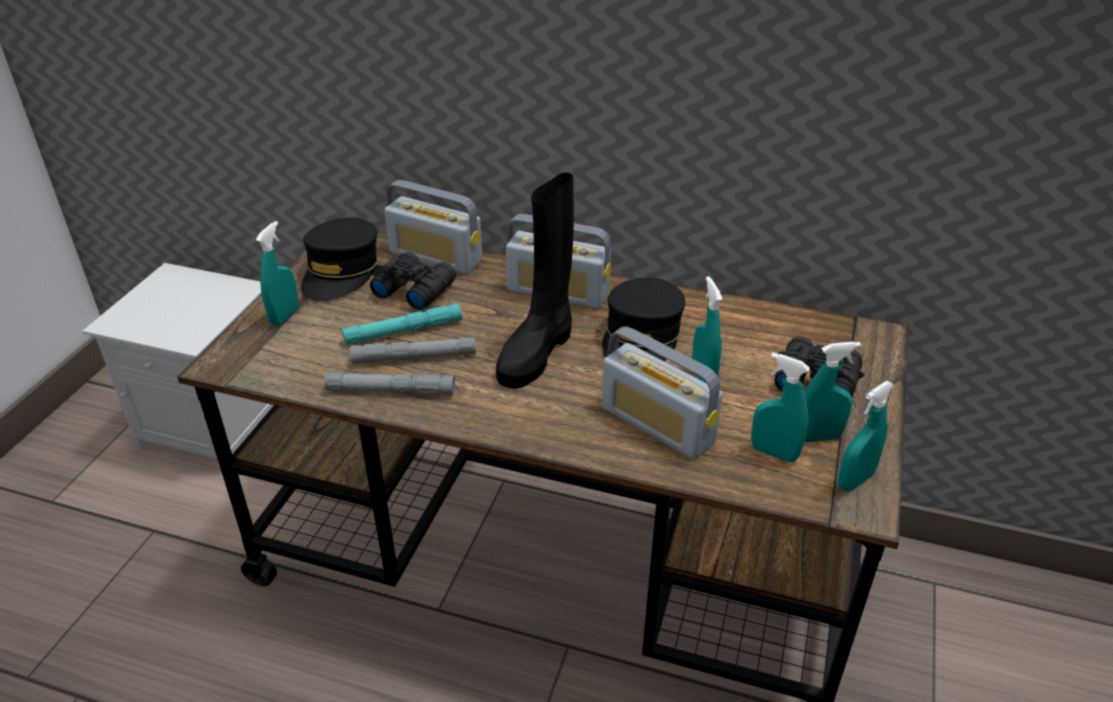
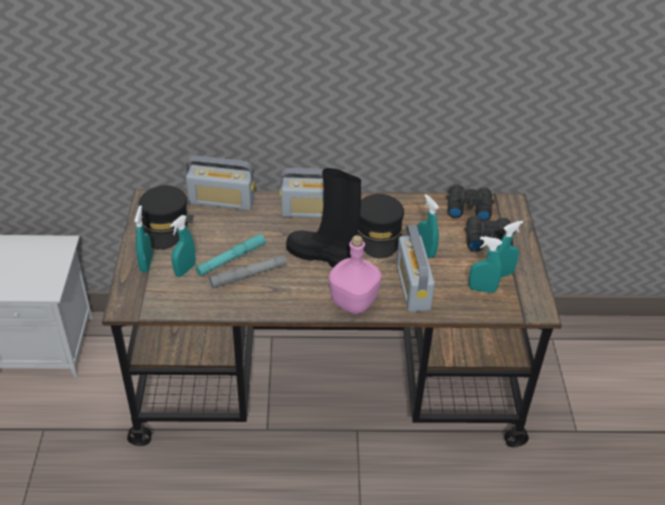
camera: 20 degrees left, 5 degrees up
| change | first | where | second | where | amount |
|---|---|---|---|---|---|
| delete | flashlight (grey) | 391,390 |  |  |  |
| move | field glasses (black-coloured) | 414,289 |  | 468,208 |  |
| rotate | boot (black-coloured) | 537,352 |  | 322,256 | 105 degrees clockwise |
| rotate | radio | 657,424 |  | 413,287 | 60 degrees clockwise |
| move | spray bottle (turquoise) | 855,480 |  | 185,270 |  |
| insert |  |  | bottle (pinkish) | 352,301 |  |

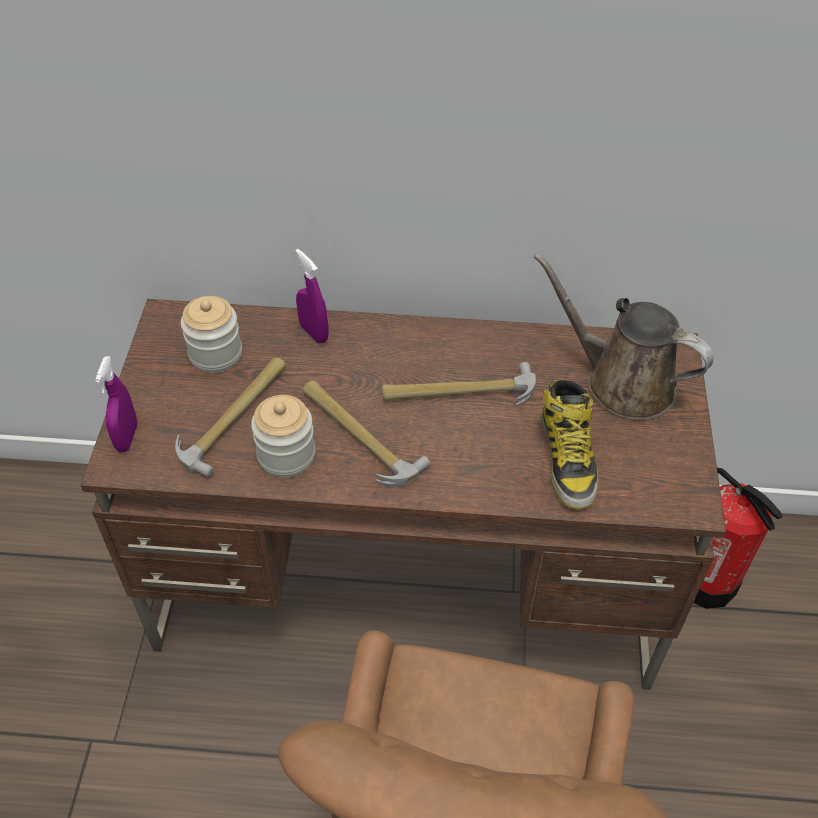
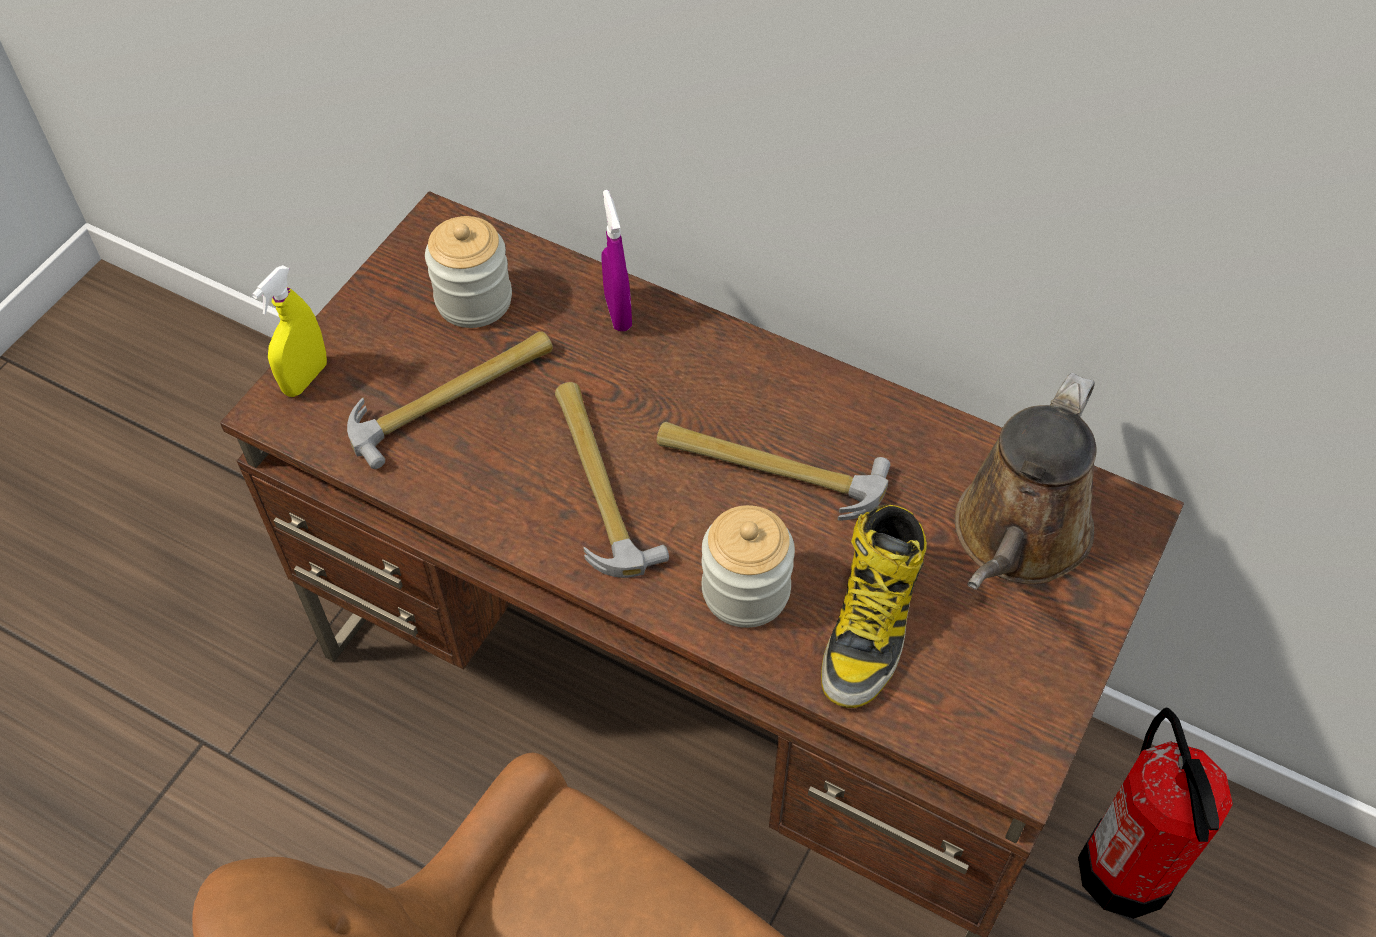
camera: 25 degrees right, 5 degrees up
| change | first | where | second | where | amount |
|---|---|---|---|---|---|
| recolor | spray bottle (purplish) | 127,437 | spray bottle (yellowish) | 305,378 |  |
| move | jar | 286,455 |  | 745,591 |  |
| rotate | watering can (brownish) | 621,382 |  | 1017,538 | 120 degrees counterclockwise |

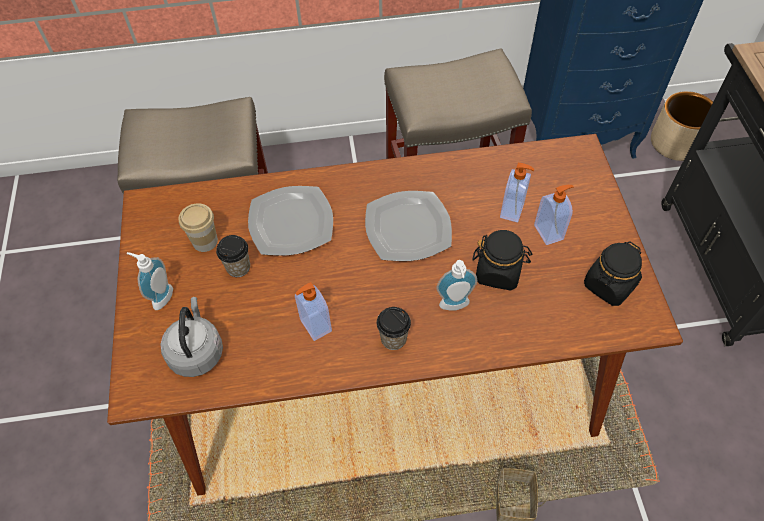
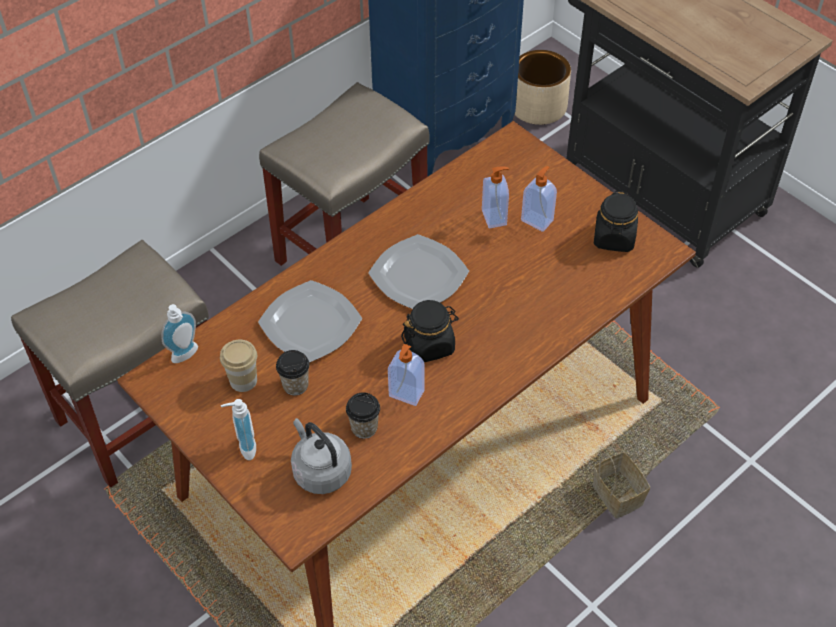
camera: 35 degrees left, 5 degrees down
| change | first | where | second | where | amount |
|---|---|---|---|---|---|
| move | cup | 393,339 |  | 364,428 |  |
| move | liquid soap bottle | 455,307 |  | 187,356 |  |
| move | jar (black-coloured) | 498,272 |  | 429,345 |  |

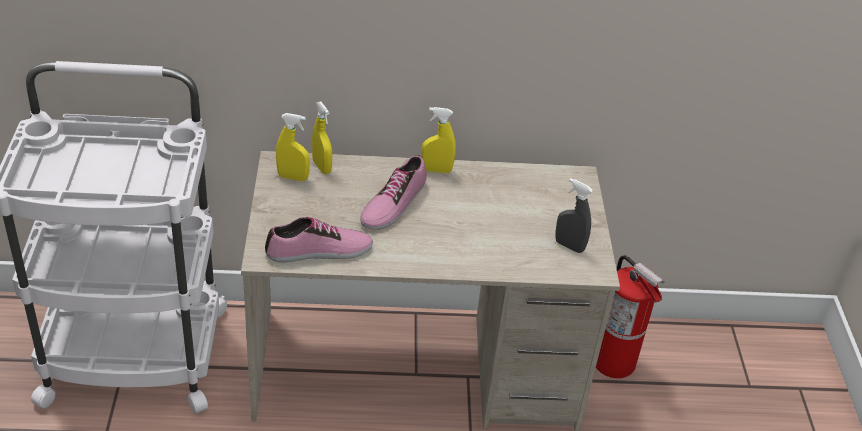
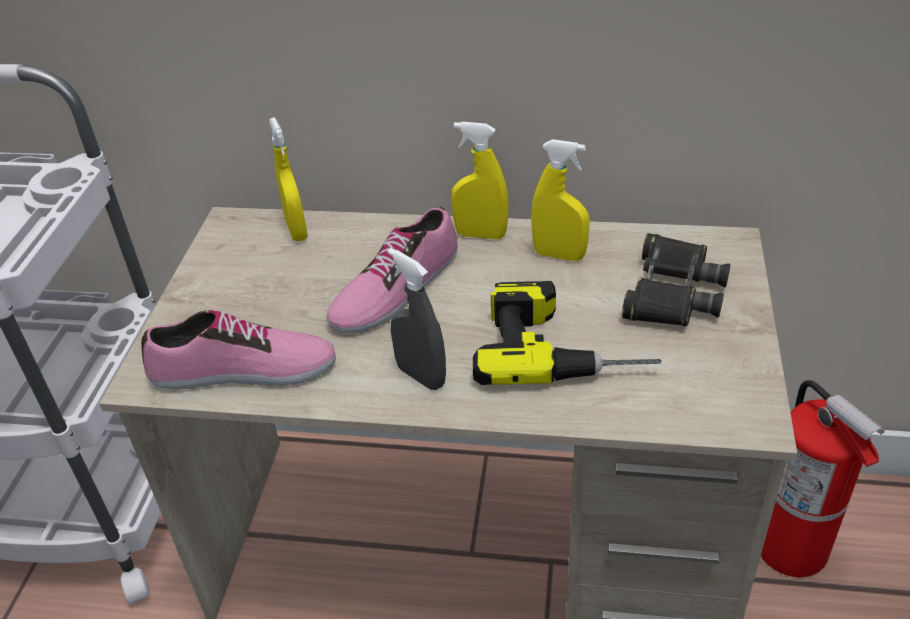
camera: 15 degrees right, 0 degrees up
| change | first | where | second | where | amount |
|---|---|---|---|---|---|
| move | spray bottle (yellowish) | 293,177 |  | 559,255 |  |
| move | spray bottle (grey) | 569,246 |  | 421,376 |  |
| insert |  |  | electric drill | 563,345 |  |
| insert |  |  | field glasses (black-coloured) | 672,292 |  |

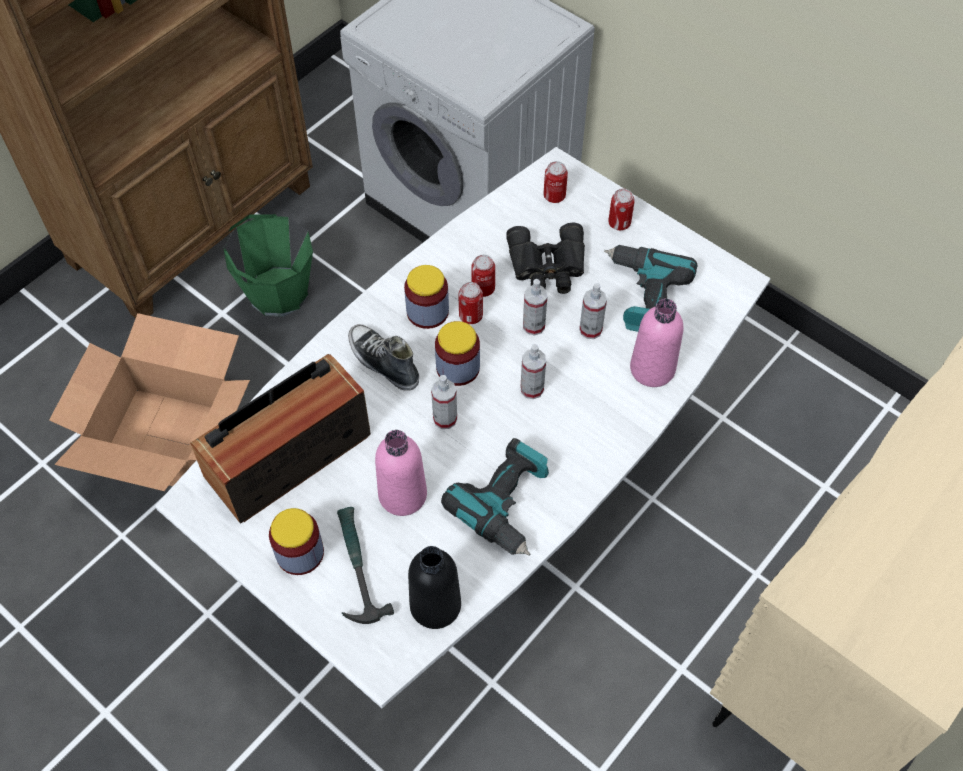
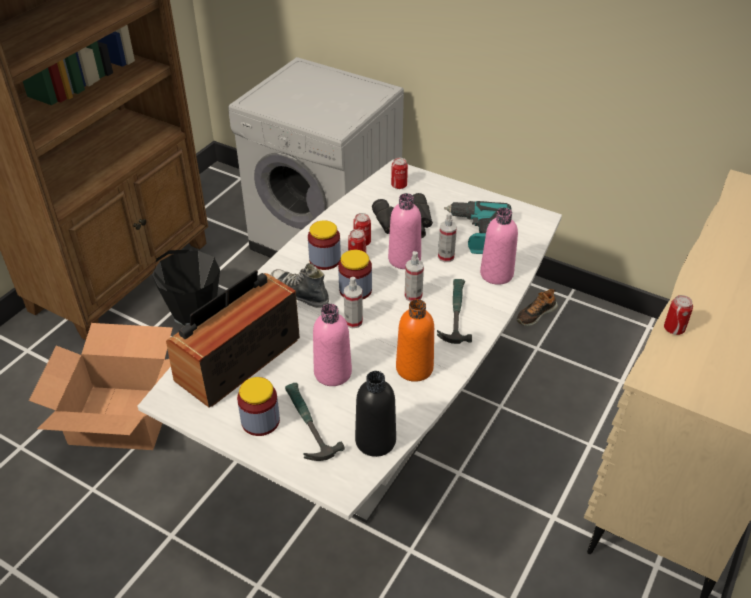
camera: 10 degrees left, 15 degrees down
| change | first | where | second | where | amount |
|---|---|---|---|---|---|
| recolor | water bucket (greenish) | 278,293 | water bucket (black-coloured) | 193,311 |  |
| replace | electric drill | 508,504 | bottle (orange-coloured) | 414,368 |  |
| replace | spray bottle | 533,326 | bottle (pinkish) | 404,259 |  |
| move | metal can | 619,223 |  | 674,329 |  |
| insert |  |  | hand hammer | 455,314 |  |
| insert |  |  | shoe | 535,314 |  |

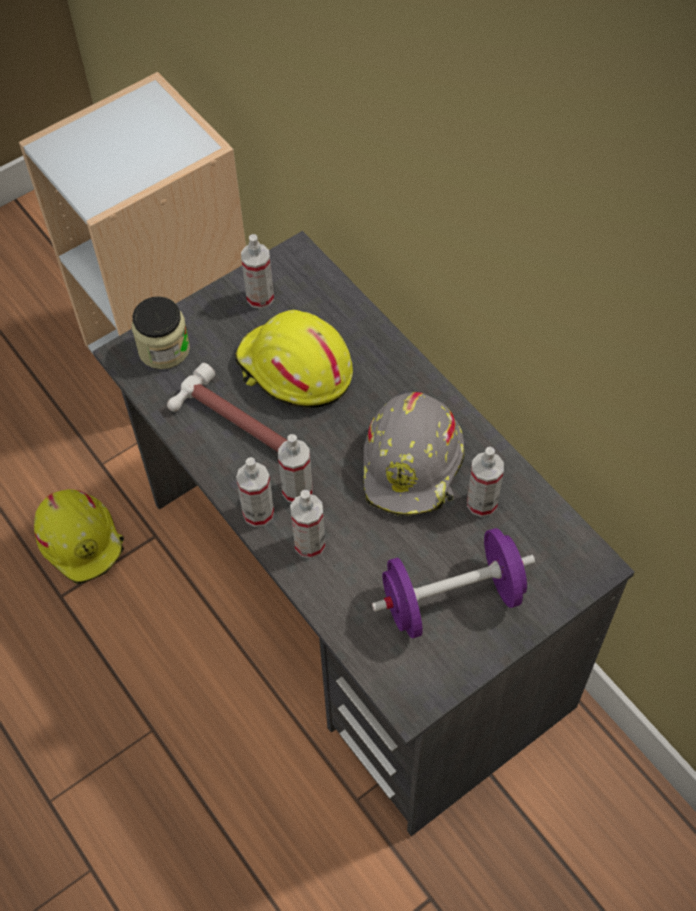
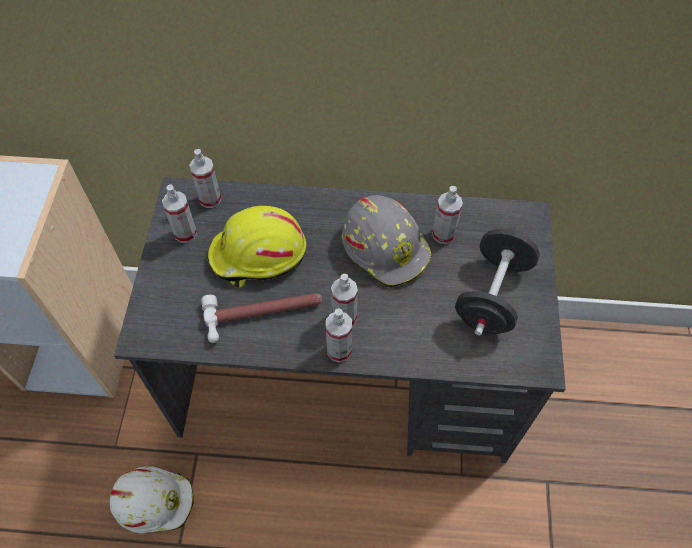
camera: 50 degrees left, 0 degrees up
| change | first | where | second | where | amount |
|---|---|---|---|---|---|
| recolor | safety helmet (yellowish) | 81,540 | safety helmet (white) | 154,500 |  |
| delete | jar | 164,349 |  |  |  |
| move | spray bottle | 309,544 |  | 210,199 |  |
| recolor | hand weight (purplish) | 451,599 | hand weight (black-coloured) | 492,295 |  |

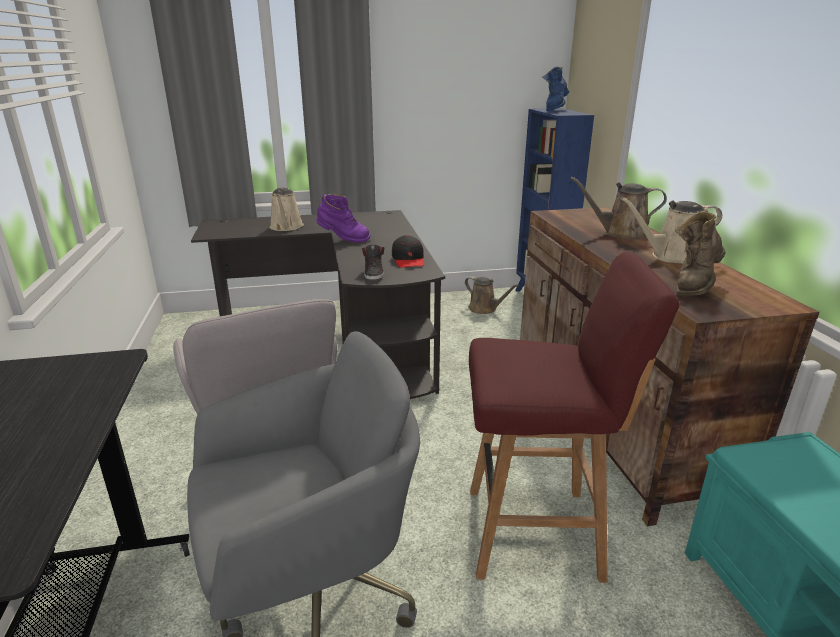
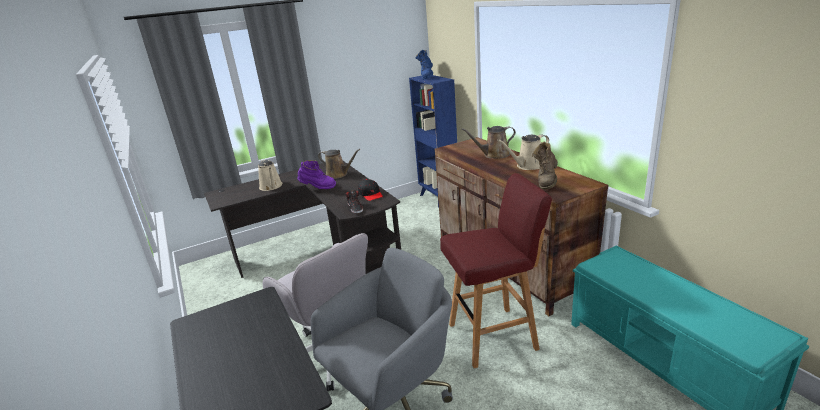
camera: 15 degrees left, 0 degrees up
| change | first | where | second | where | amount |
|---|---|---|---|---|---|
| move | watering can (brownish) | 485,309 |  | 338,174 |  |

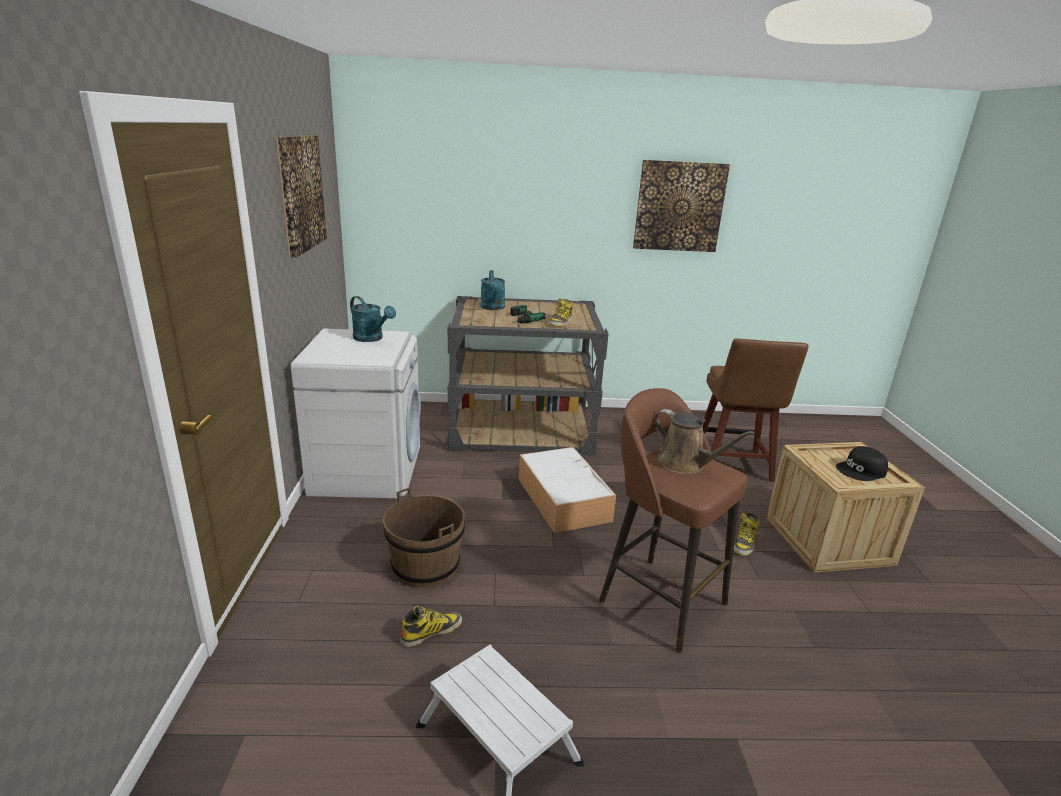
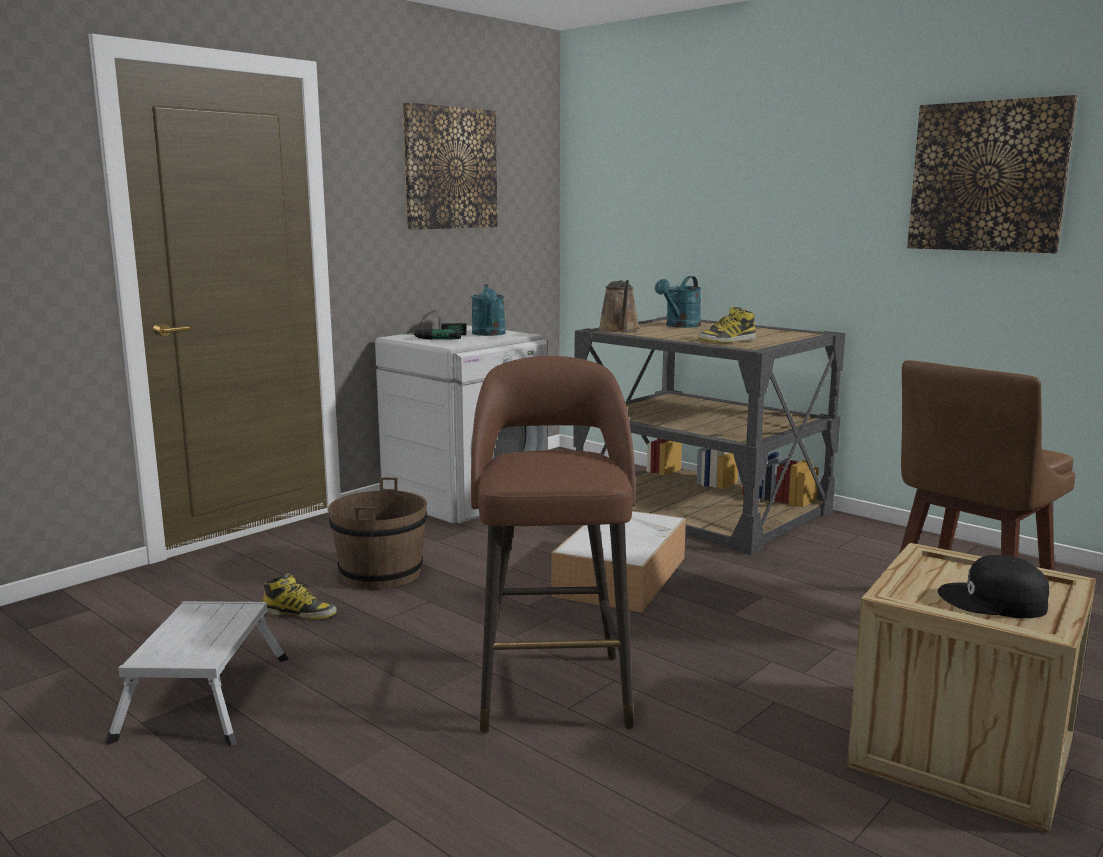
camera: 45 degrees right, 10 degrees down
| change | first | where | second | where | amount |
|---|---|---|---|---|---|
| move | electric drill | 519,319 |  | 435,337 |  |
| move | watering can (brownish) | 685,464 |  | 619,330 |  |
| delete | boot | 744,543 |  |  |  |

